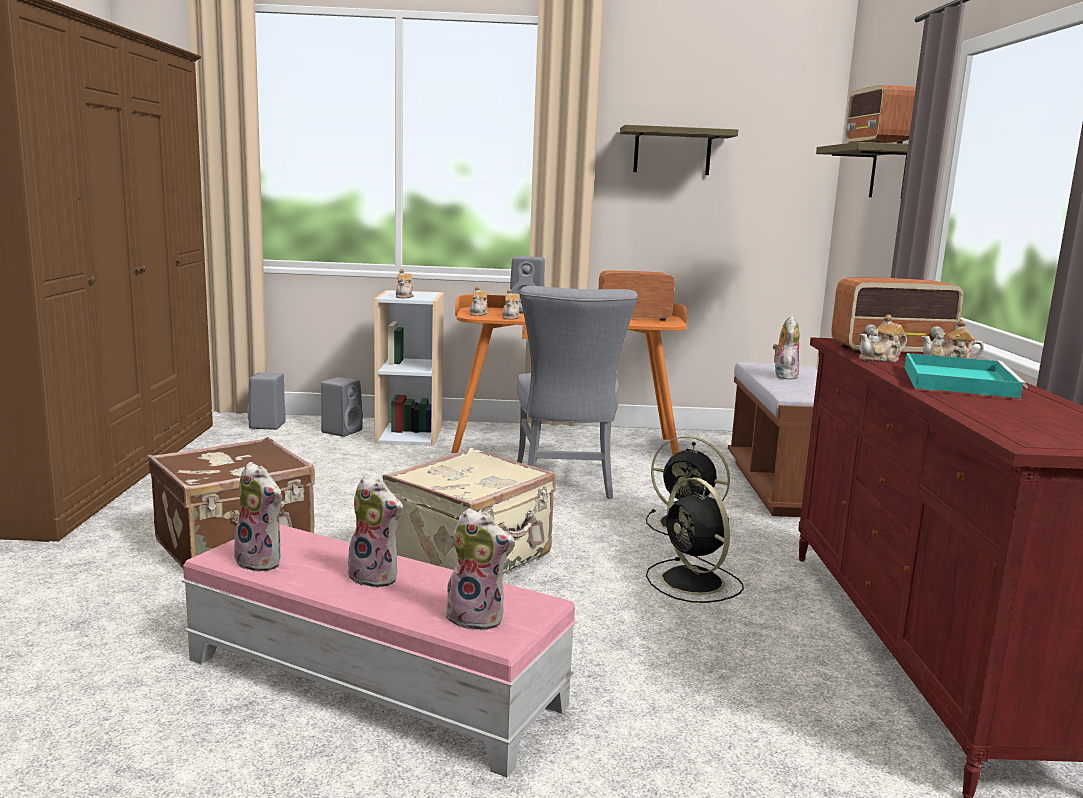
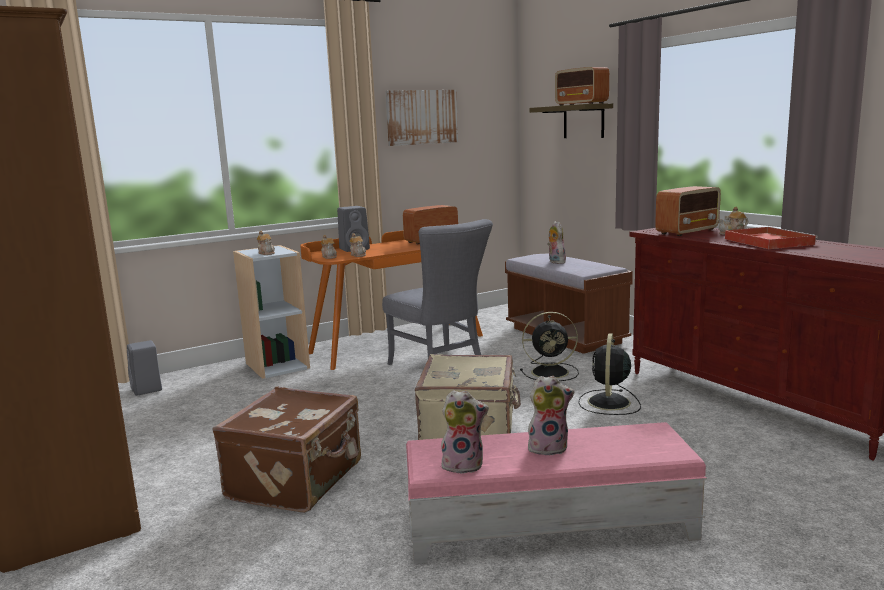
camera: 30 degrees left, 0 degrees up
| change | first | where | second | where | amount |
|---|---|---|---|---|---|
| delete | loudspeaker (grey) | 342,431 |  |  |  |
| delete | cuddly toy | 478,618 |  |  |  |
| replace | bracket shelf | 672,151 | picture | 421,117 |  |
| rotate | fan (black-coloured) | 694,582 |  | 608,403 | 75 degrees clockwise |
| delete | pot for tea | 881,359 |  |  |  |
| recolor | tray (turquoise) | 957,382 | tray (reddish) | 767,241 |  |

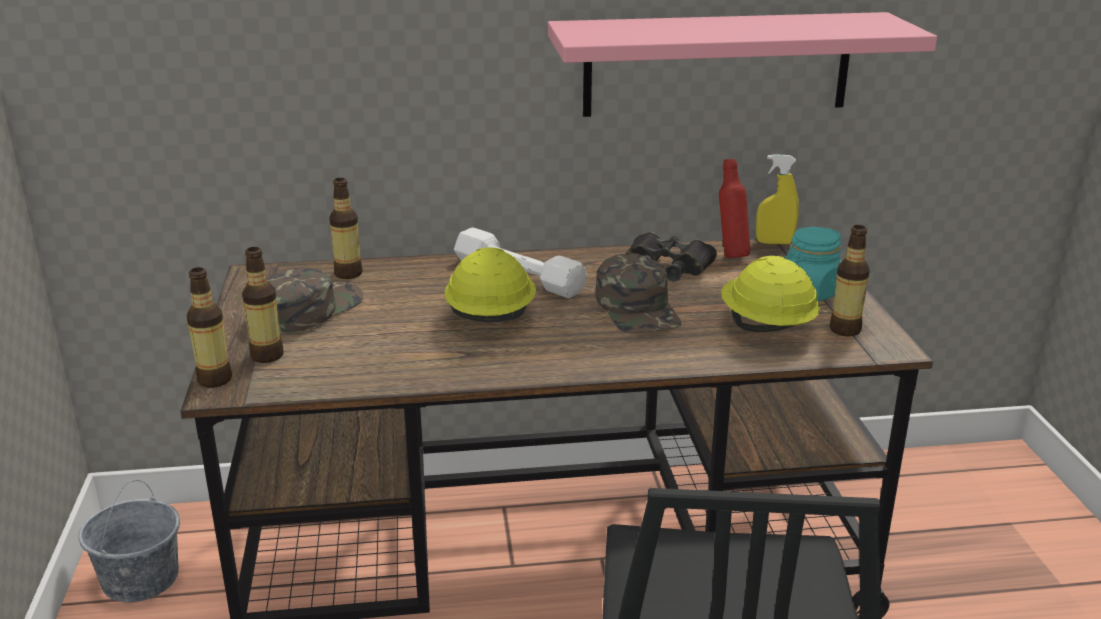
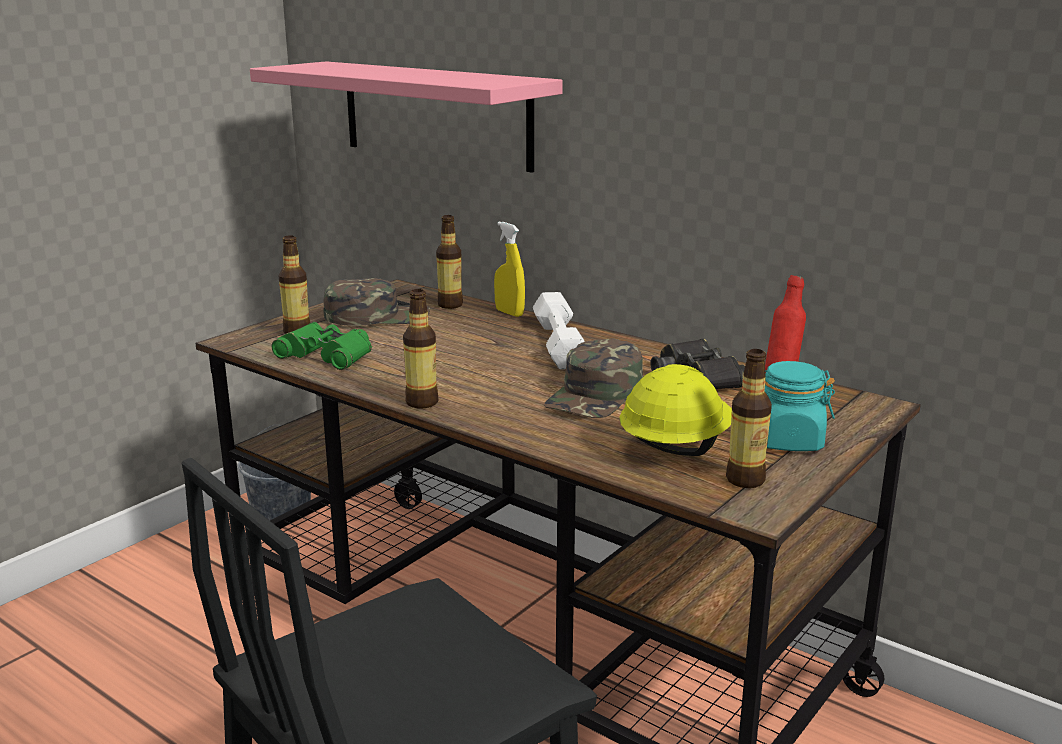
camera: 45 degrees right, 5 degrees down
| change | first | where | second | where | amount |
|---|---|---|---|---|---|
| move | bottle | 214,380 |  | 422,402 |  |
| delete | safety helmet (yellowish) | 490,317 |  |  |  |
| move | bracket shelf (pinkish) | 717,64 |  | 435,114 |  |
| move | spray bottle (yellowish) | 774,242 |  | 509,313 |  |
| insert |  |  | field glasses (greenish) | 327,355 |  |

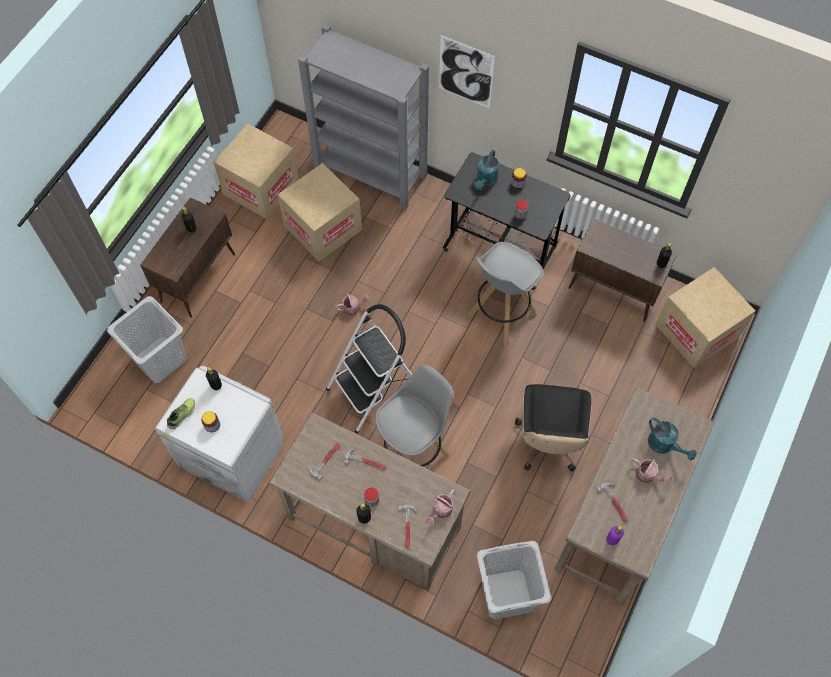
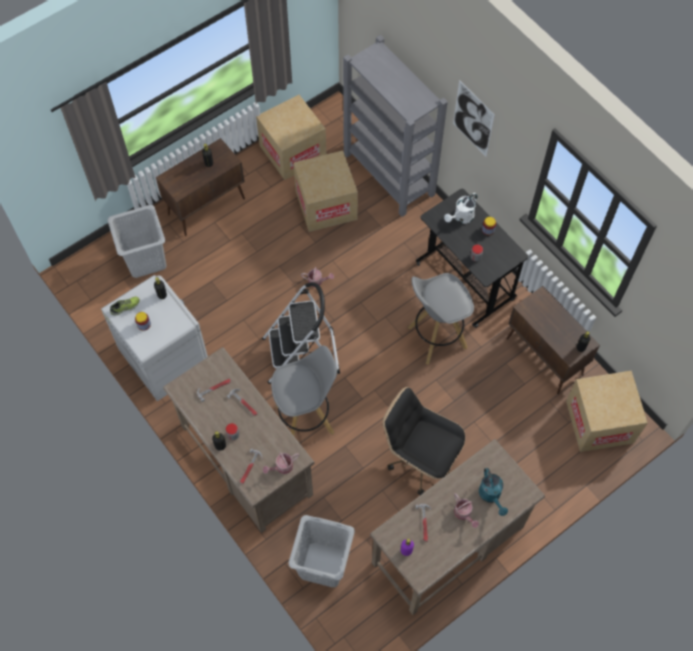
camera: 25 degrees right, 0 degrees up
| change | first | where | second | where | amount |
|---|---|---|---|---|---|
| recolor | watering can (turquoise) | 485,181 | watering can (white) | 461,218 |  |
| rotate | desk chair (black-coloured) | 547,444 |  | 419,460 | 90 degrees clockwise |

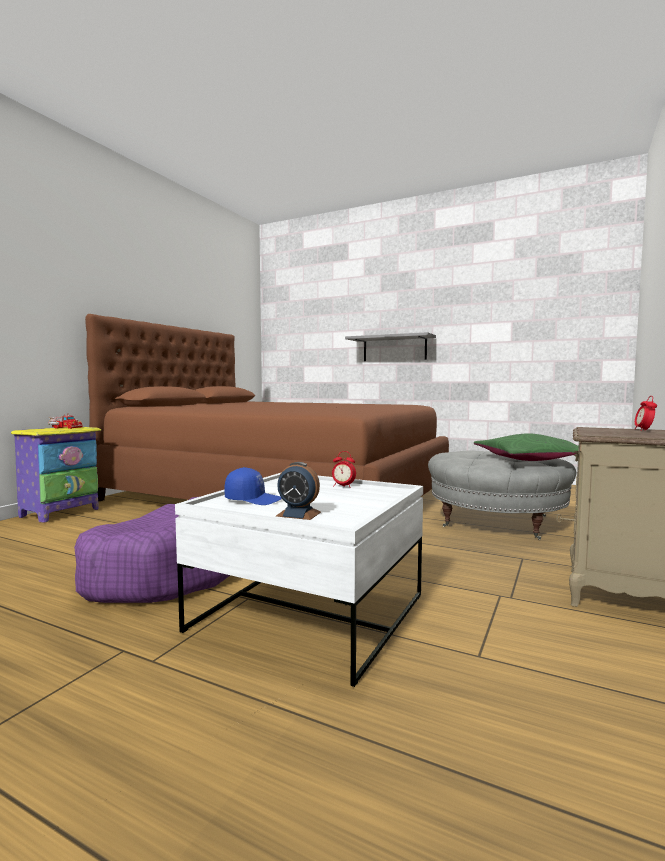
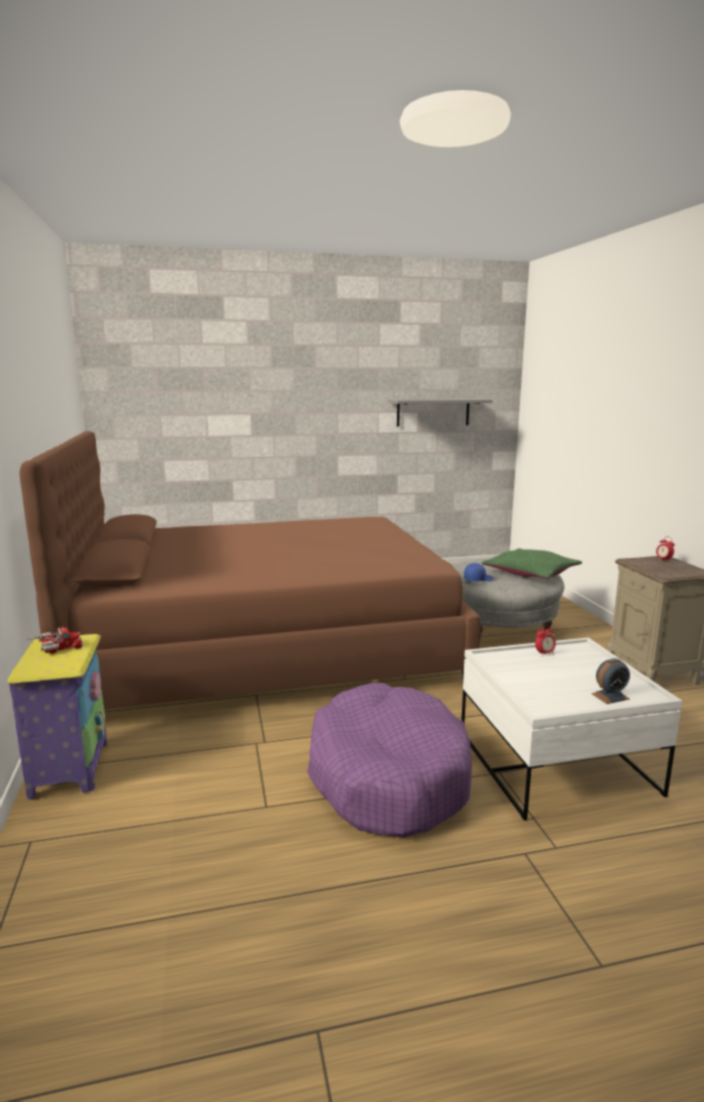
camera: 40 degrees left, 10 degrees up
| change | first | where | second | where | amount |
|---|---|---|---|---|---|
| move | baseball cap (blue) | 253,500 |  | 478,579 |  |
| move | bracket shelf (grey) | 394,348 |  | 433,412 |  |

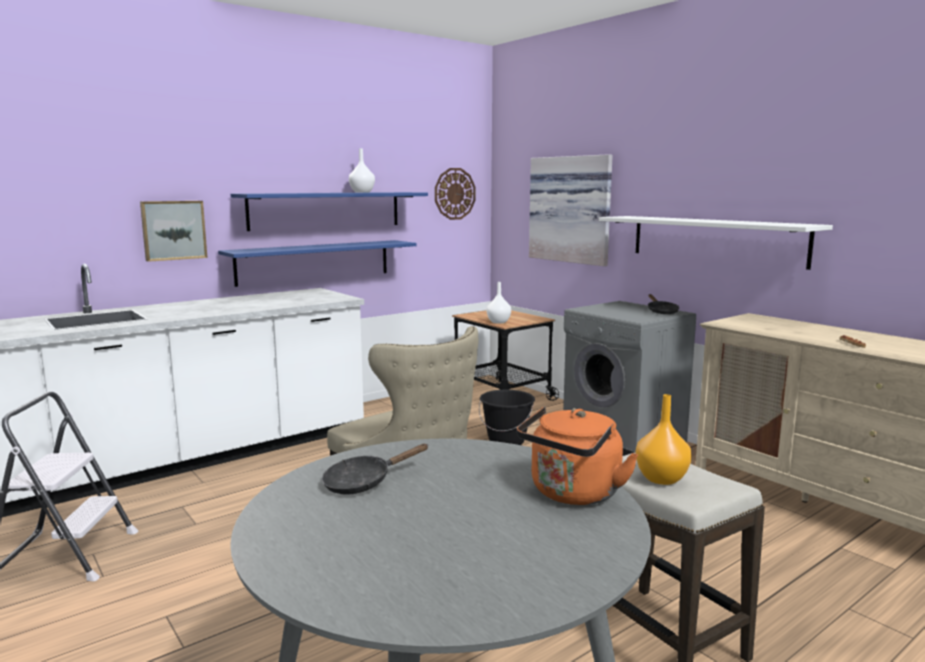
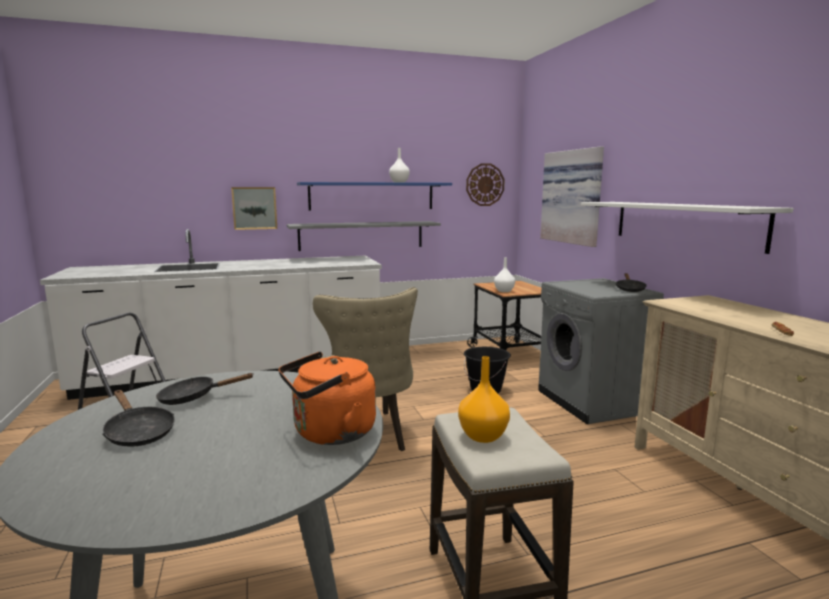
camera: 20 degrees right, 0 degrees up
| change | first | where | second | where | amount |
|---|---|---|---|---|---|
| recolor | bracket shelf (blue) | 314,262 | bracket shelf (grey) | 361,235 |  |
| insert |  |  | skillet (black-coloured) | 138,432 |  |

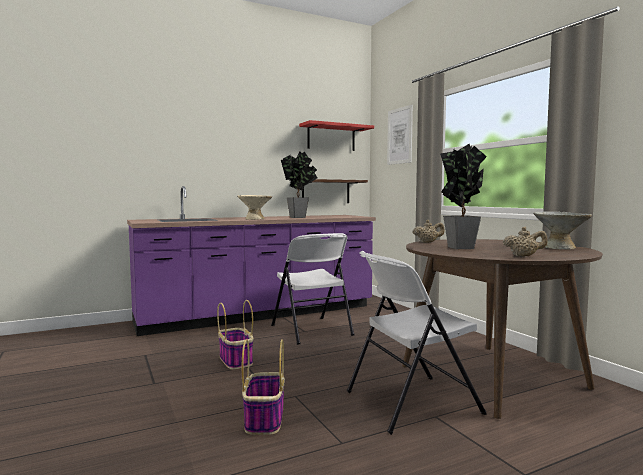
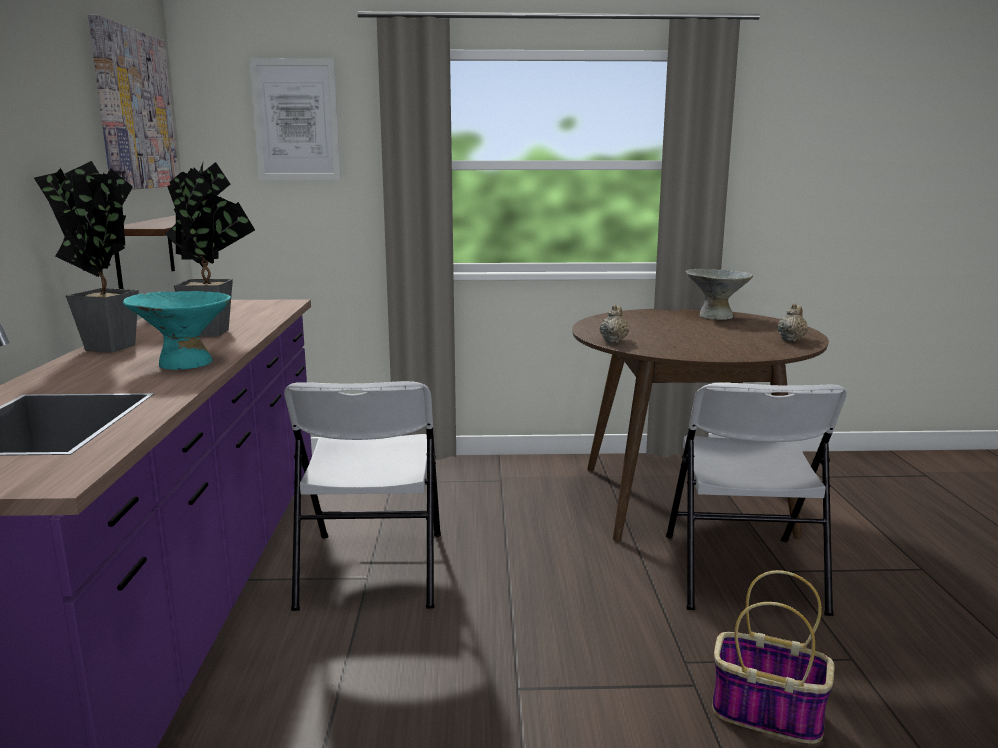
camera: 65 degrees left, 10 degrees up
| change | first | where | second | where | amount |
|---|---|---|---|---|---|
| delete | storage basket | 236,361 |  |  |  |
| recolor | bowl (beige) | 255,219 | bowl (turquoise) | 185,363 |  |
| rotate | chair (white) | 311,330 |  | 372,570 | 90 degrees clockwise |
| replace | bracket shelf (reddish) | 331,138 | picture | 134,110 |  |
| move | houseplant | 461,247 |  | 107,346 |  |

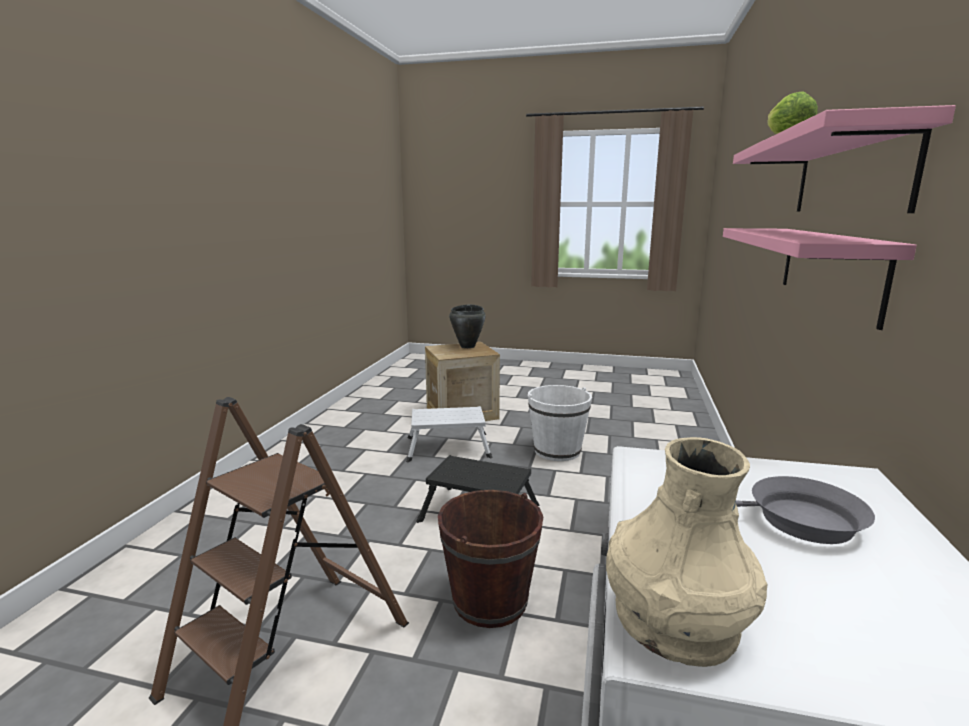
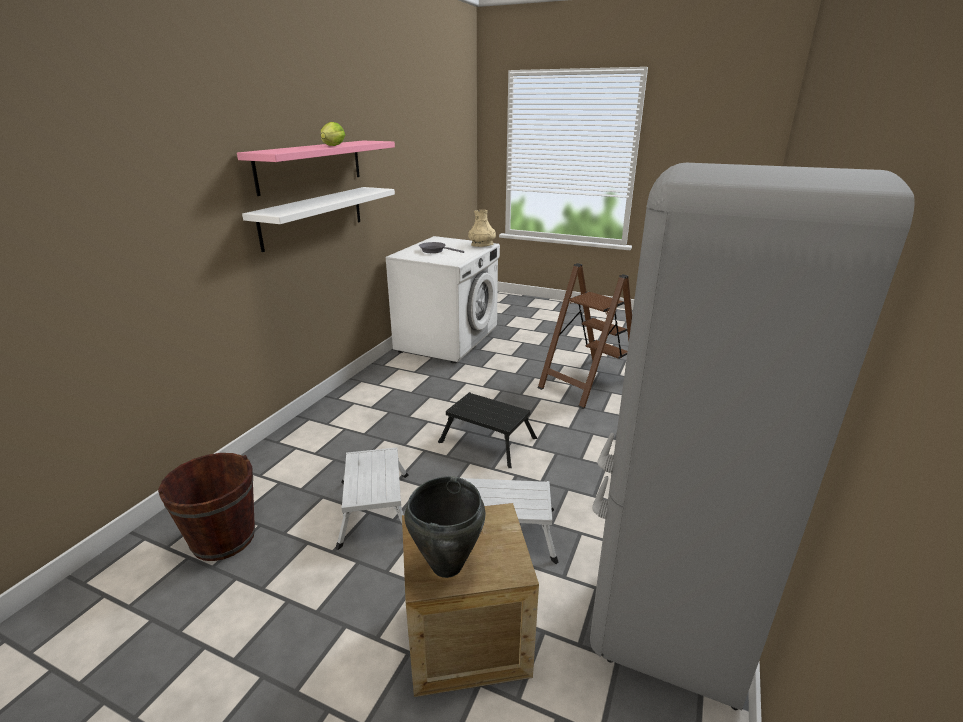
camera: 170 degrees left, 10 degrees up
| change | first | where | second | where | amount |
|---|---|---|---|---|---|
| move | water bucket (brownish) | 490,601 |  | 224,538 |  |
| replace | water bucket (white) | 557,451 | step ladder (white) | 375,508 |  |
| recolor | bracket shelf (pinkish) | 828,268 | bracket shelf (white) | 313,217 |  |
| insert |  |  | refrigerator (grey) | 664,621 |  |

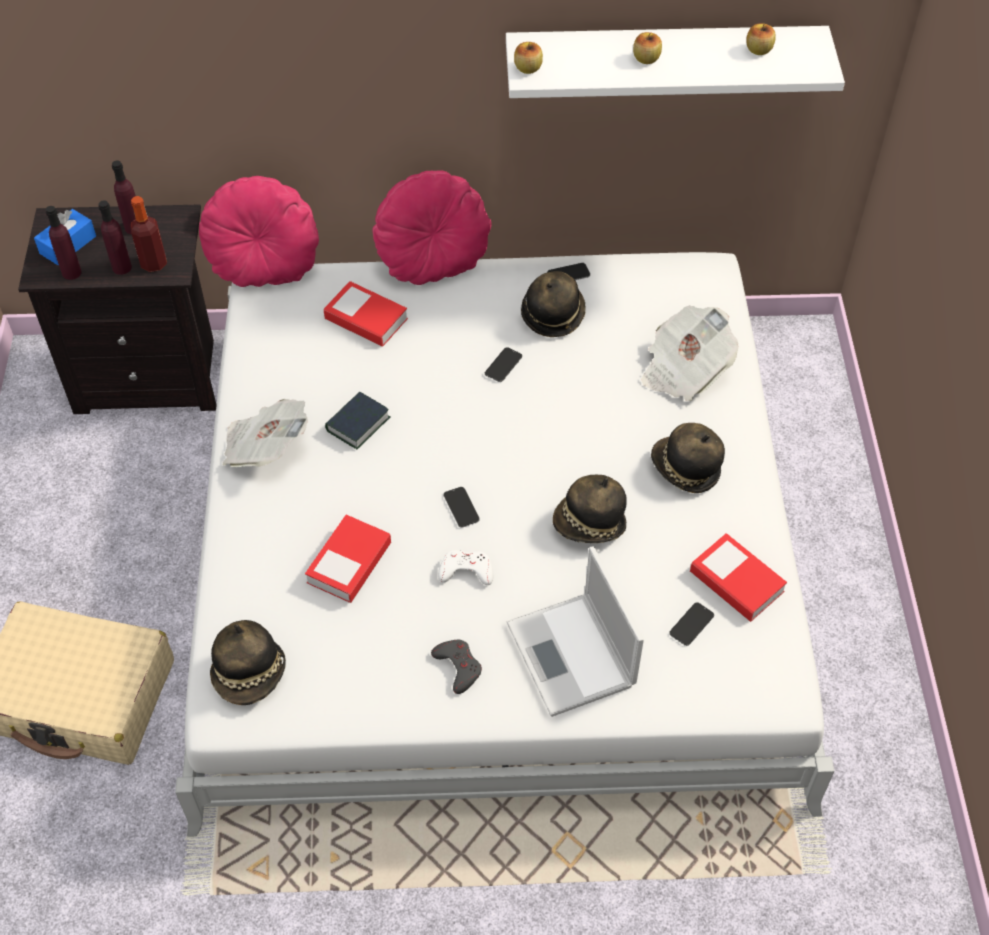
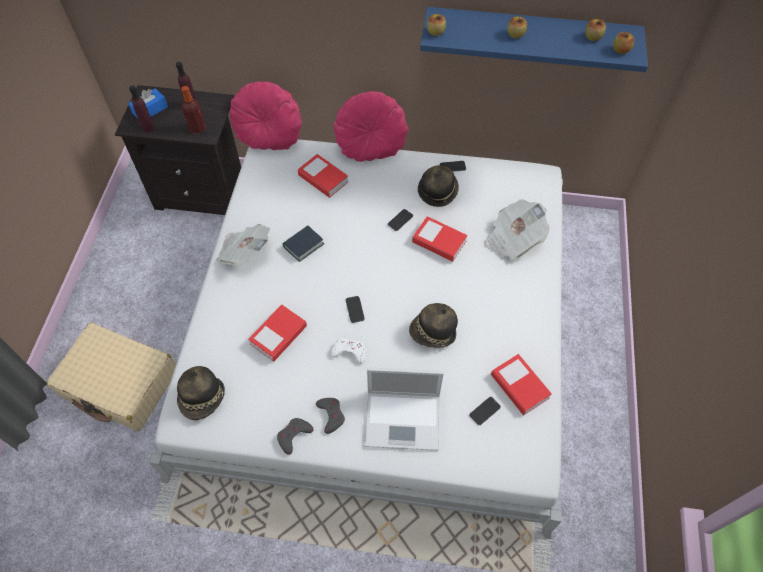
camera: 10 degrees right, 5 degrees up
| change | first | where | second | where | amount |
|---|---|---|---|---|---|
| delete | bottle (purplish) | 122,267 |  |  |  |
| recolor | bracket shelf (white) | 664,59 | bracket shelf (blue) | 529,36 |  |
| rotate | notebook computer | 572,656 |  | 404,420 | 75 degrees counterclockwise |
| delete | hat | 685,469 |  |  |  |
| insert |  |  | joypad (grey) | 294,436 |  |
| insert |  |  | book | 439,242 |  |
| insert |  |  | whole apple | 620,50 |  |

